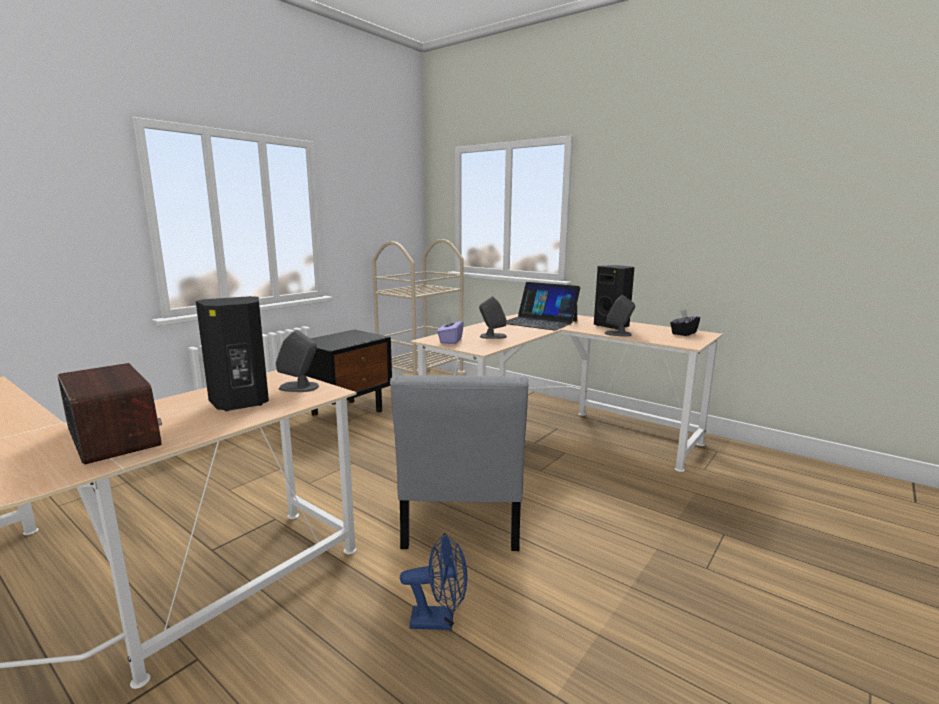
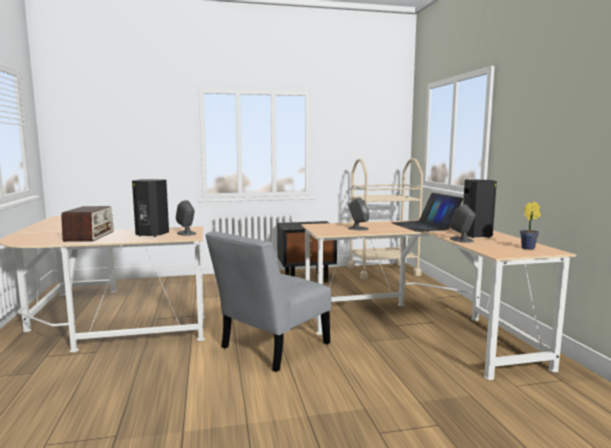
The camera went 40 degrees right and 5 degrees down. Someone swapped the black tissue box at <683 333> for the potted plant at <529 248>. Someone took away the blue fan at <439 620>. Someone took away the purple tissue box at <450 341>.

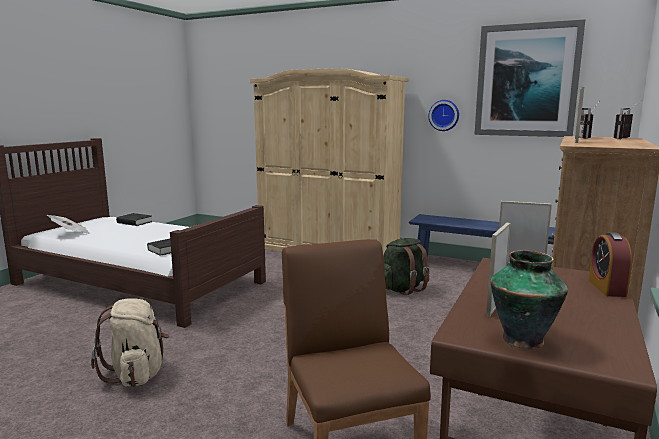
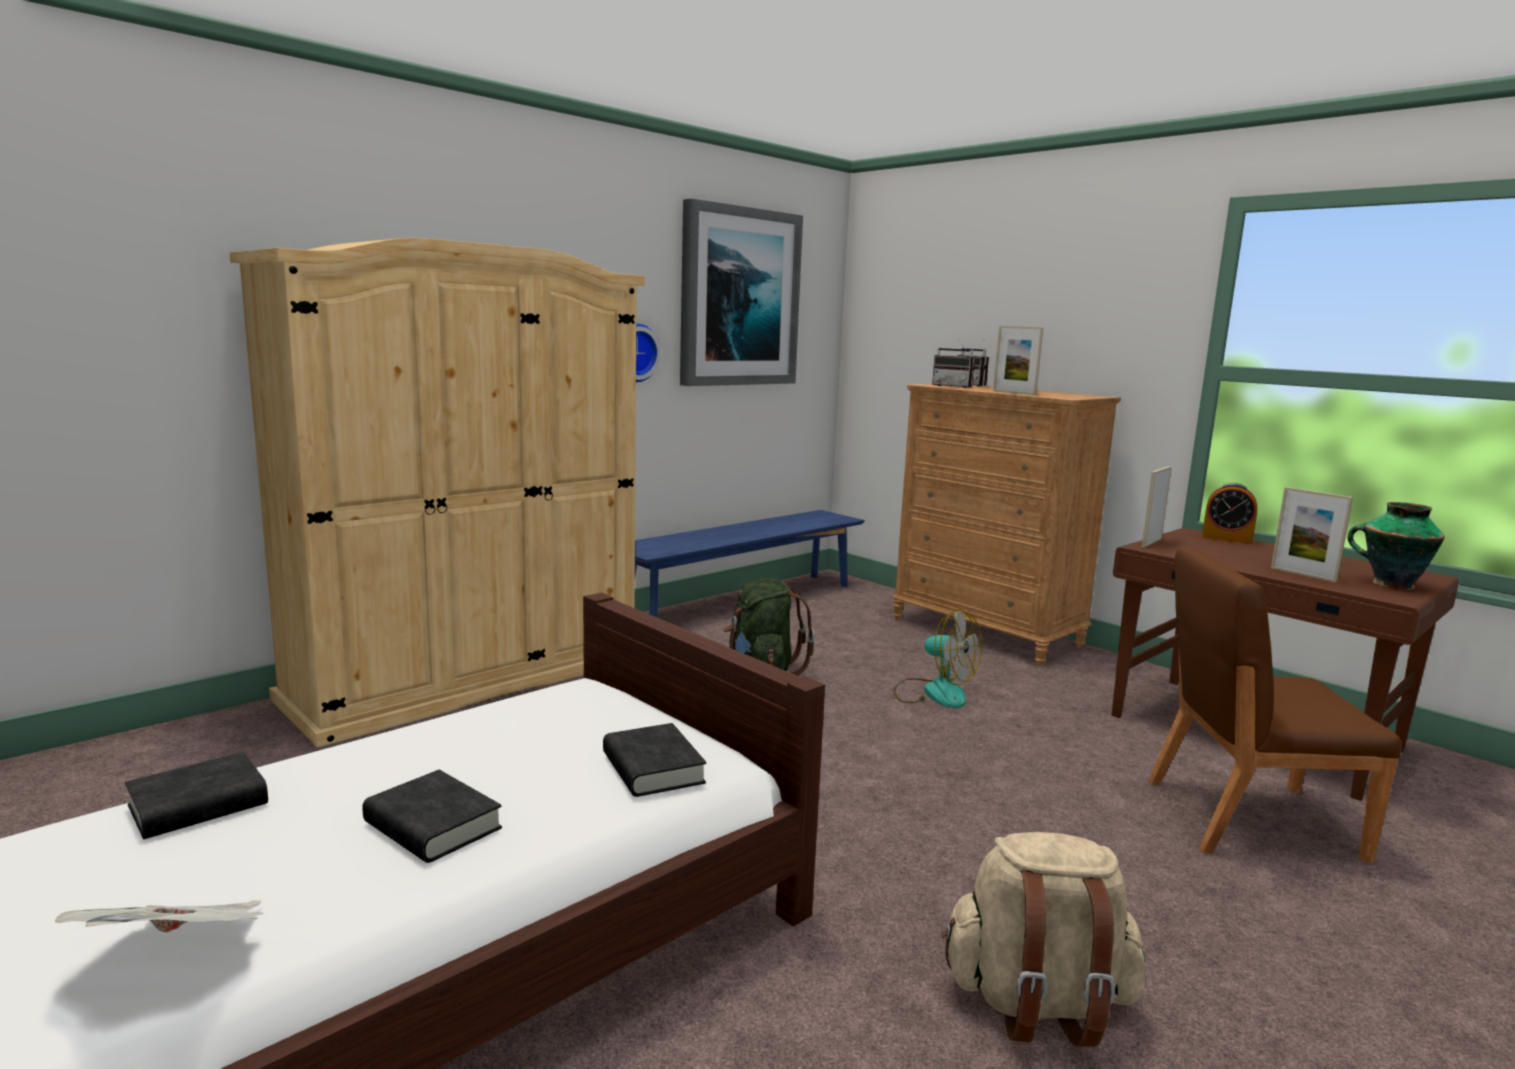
The camera went 70 degrees left and 0 degrees up. Someone put down the black book at <432 826>. Someone put down the fan at <934 692>.

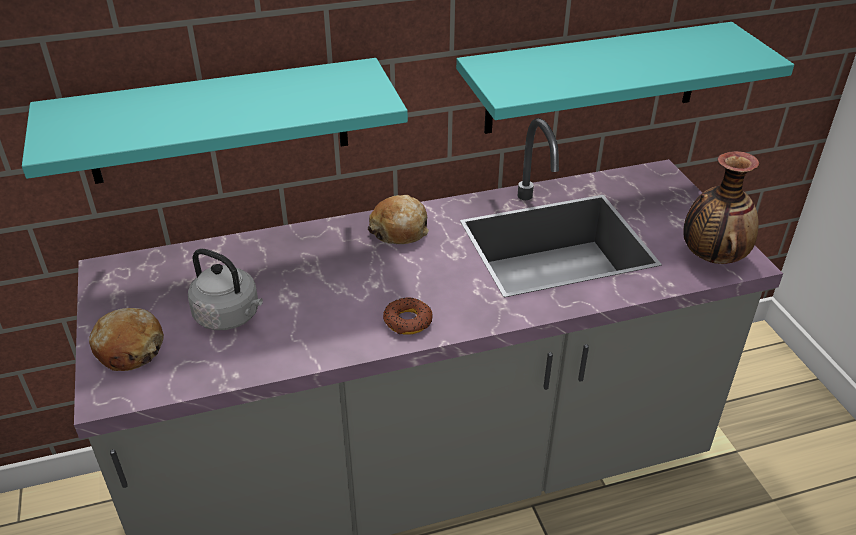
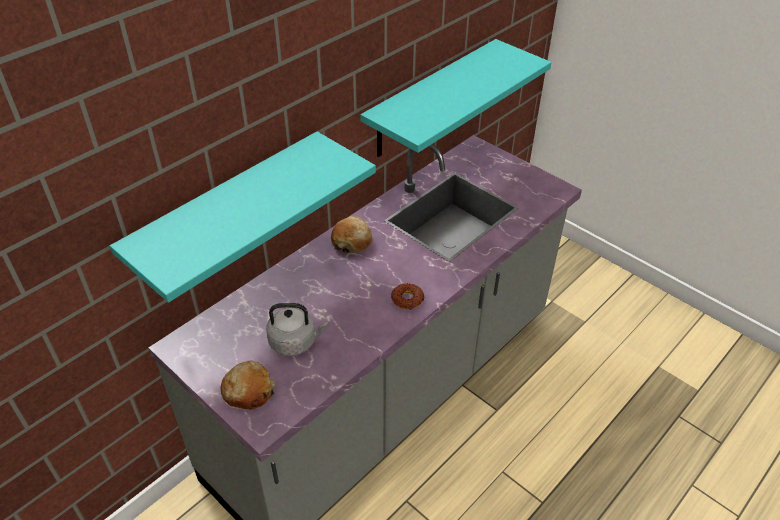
The camera went 30 degrees left and 5 degrees up. Someone took away the vase at <712 257>.

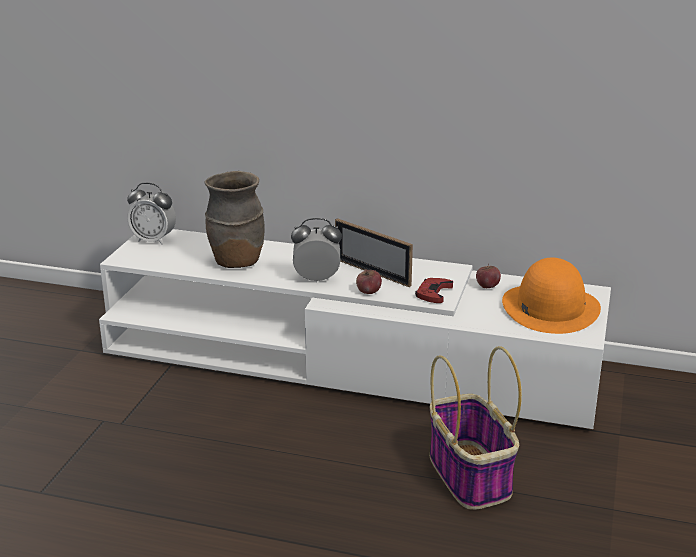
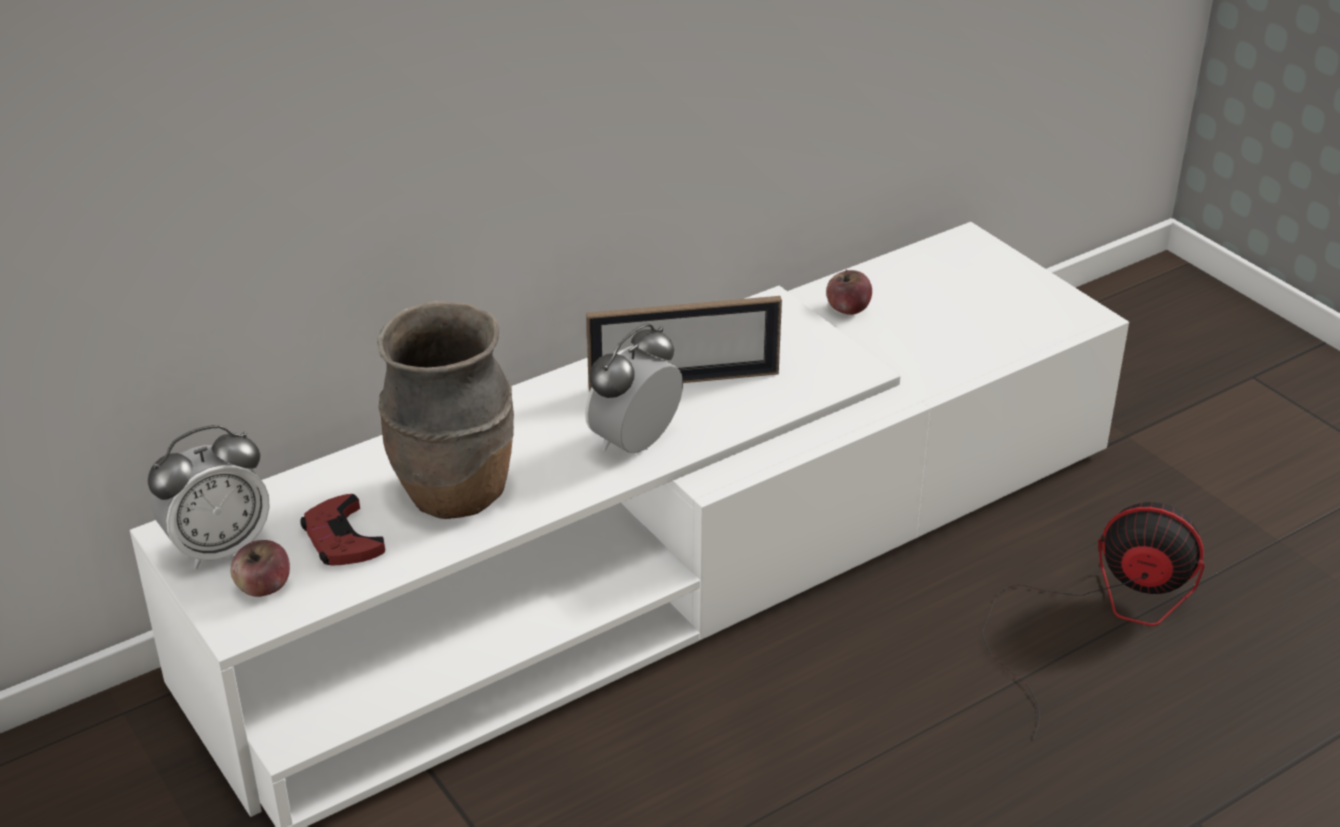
The camera went 50 degrees left and 10 degrees up. Someone carried the apple from <368 292> to <263 588>. Someone carried the red game controller from <433 293> to <342 539>. Someone swapped the basket at <470 476> for the fan at <1098 615>. Someone took away the orange hat at <550 307>.

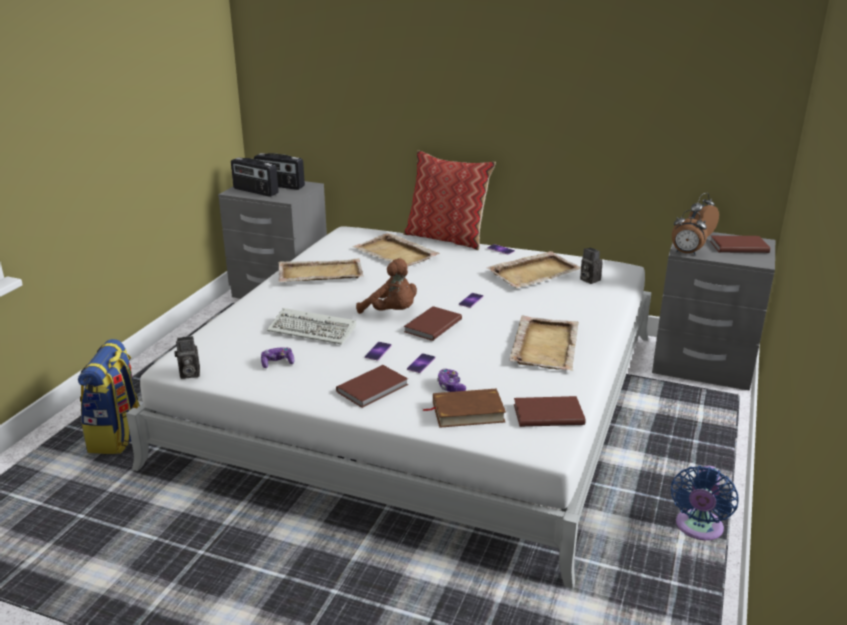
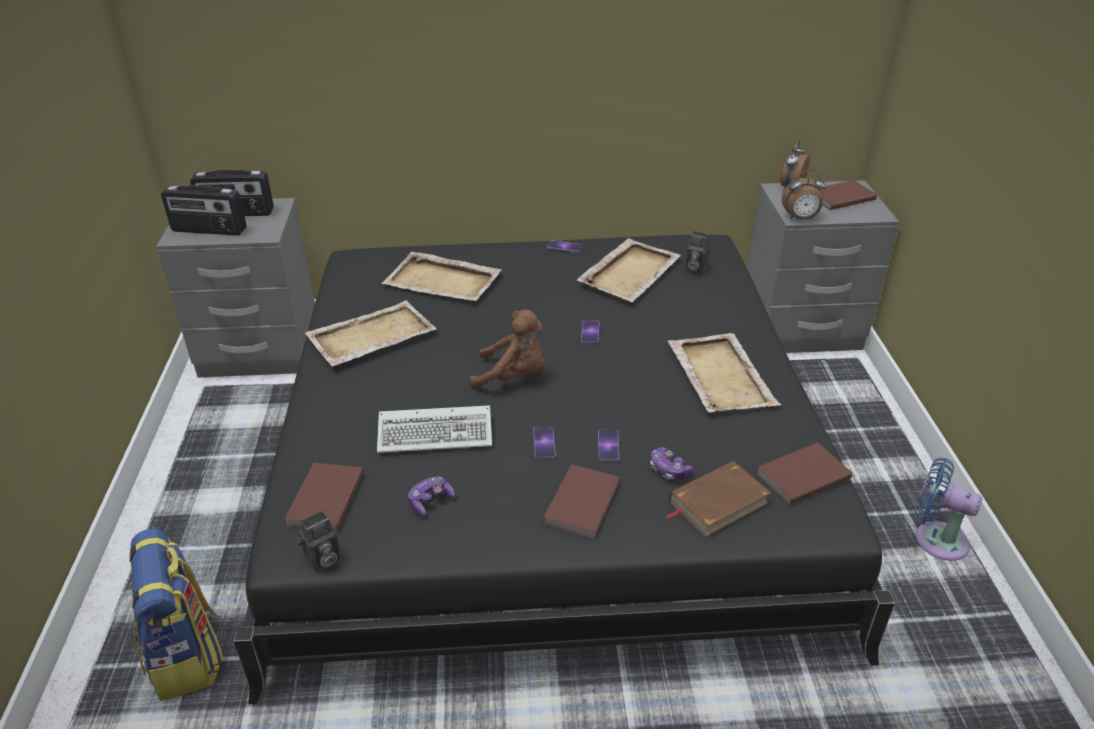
The camera went 25 degrees left and 10 degrees up. Someone repainted the white bed at <422 396>, which became the black bed at <546 459>. Someone carried the brown book from <431 325> to <323 499>. Someone rotated the blue fan at <698 529> by 120 degrees clockwise. Someone took away the pillow at <447 238>.

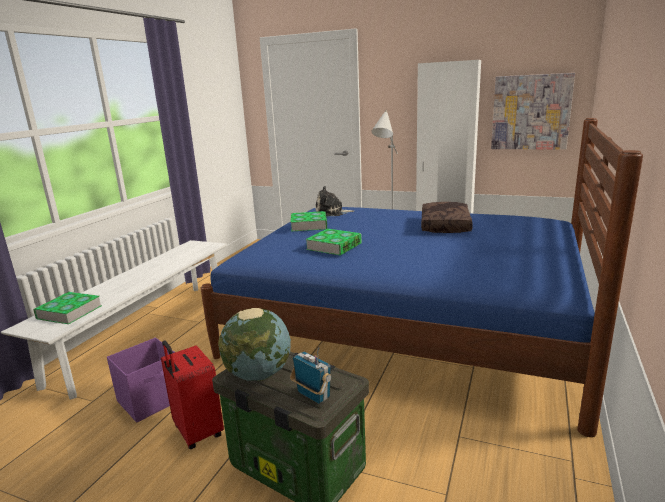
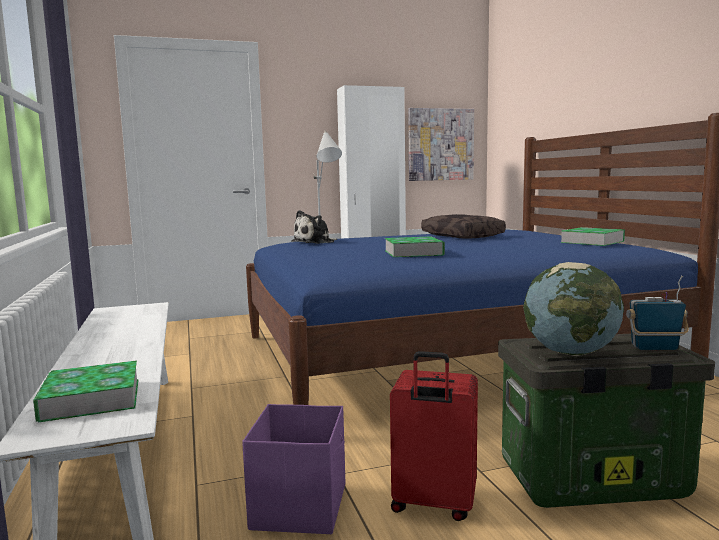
The camera went 40 degrees left and 10 degrees down. Someone carried the book from <309 225> to <592 242>.

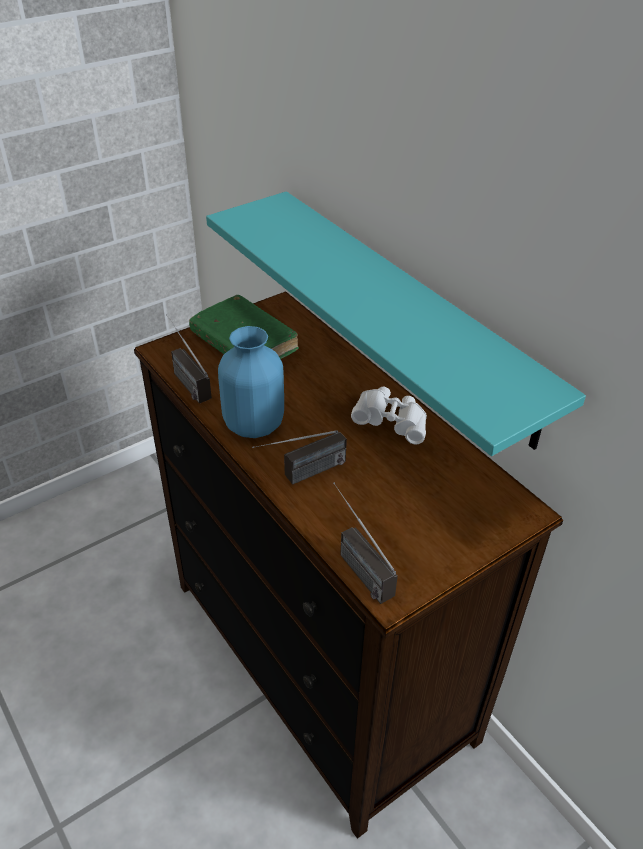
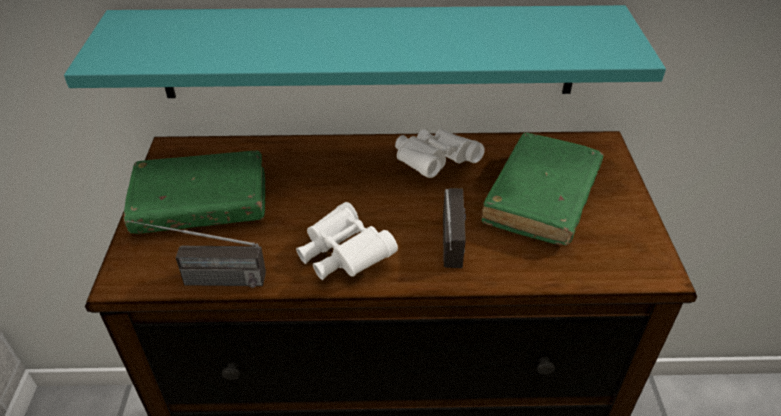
The camera went 55 degrees left and 0 degrees up. Someone swapped the blue vase at <253 424> for the white binoculars at <343 256>. Someone put down the green book at <541 198>. Someone took away the radio at <354 563>.

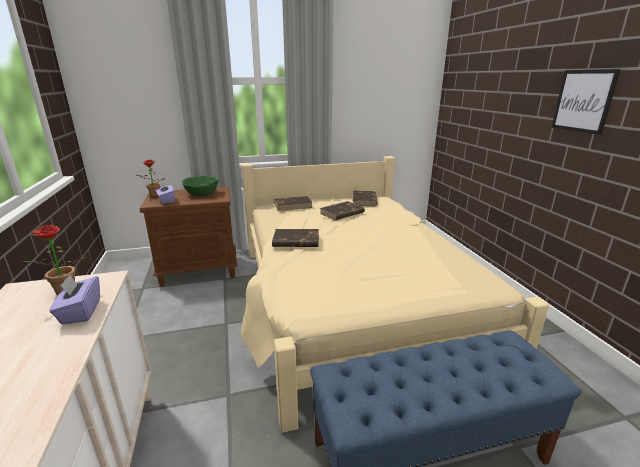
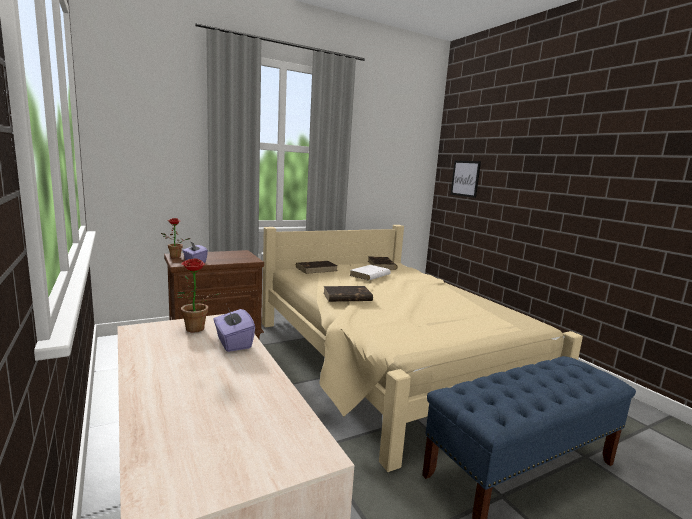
The camera went 15 degrees left and 10 degrees down. Someone repainted the brown book at <341 213>, which became the white book at <369 275>. Someone carried the picture from <583 101> to <465 178>. Someone took away the green bowl at <202 193>.

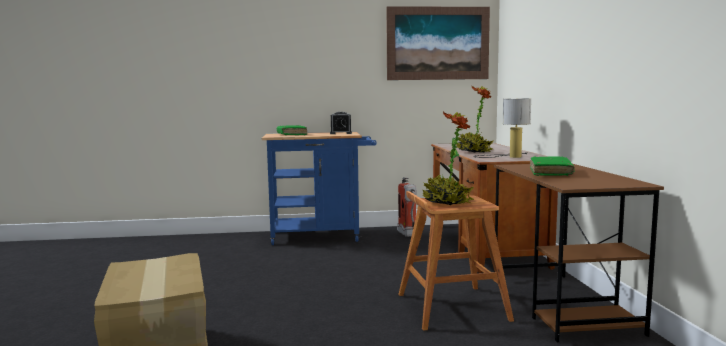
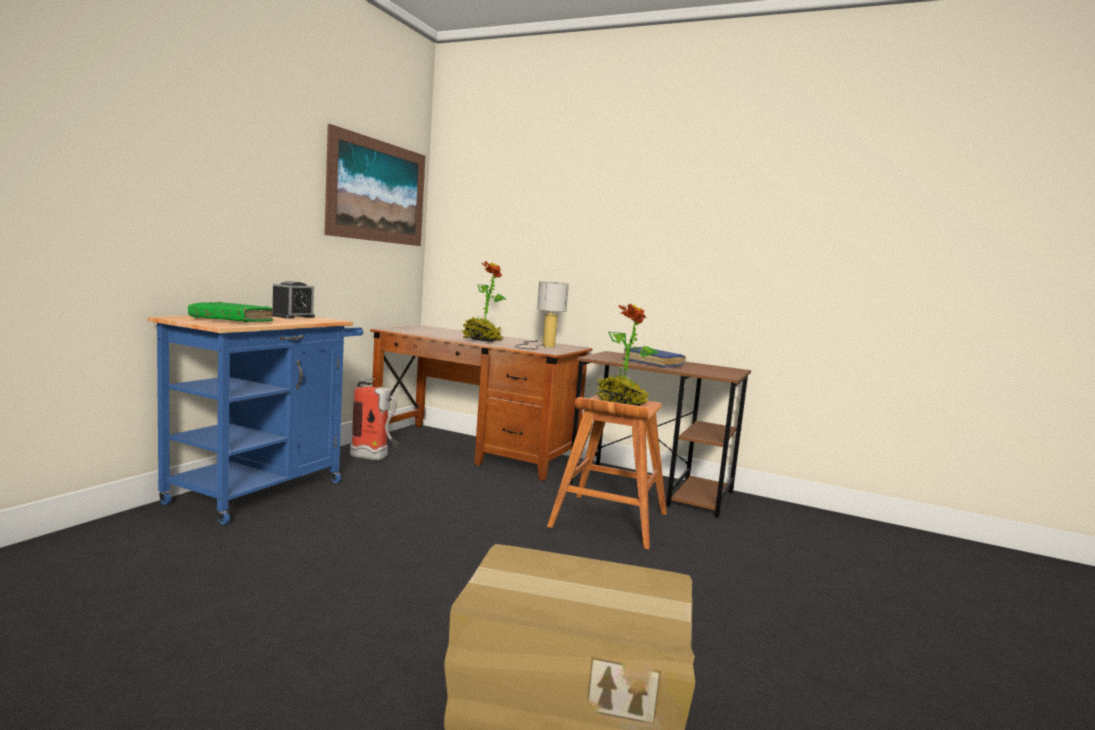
The camera went 60 degrees left and 0 degrees up. Someone repainted the green book at <550 172>, which became the blue book at <653 363>.

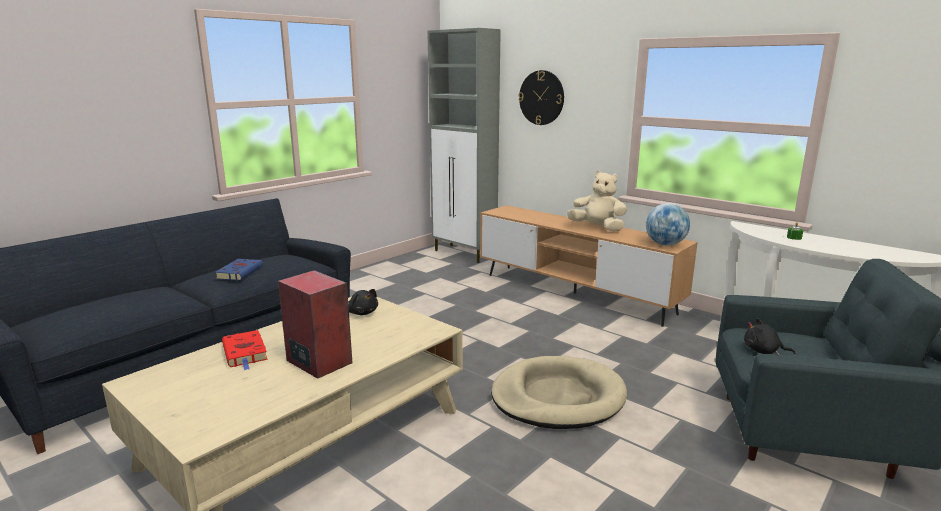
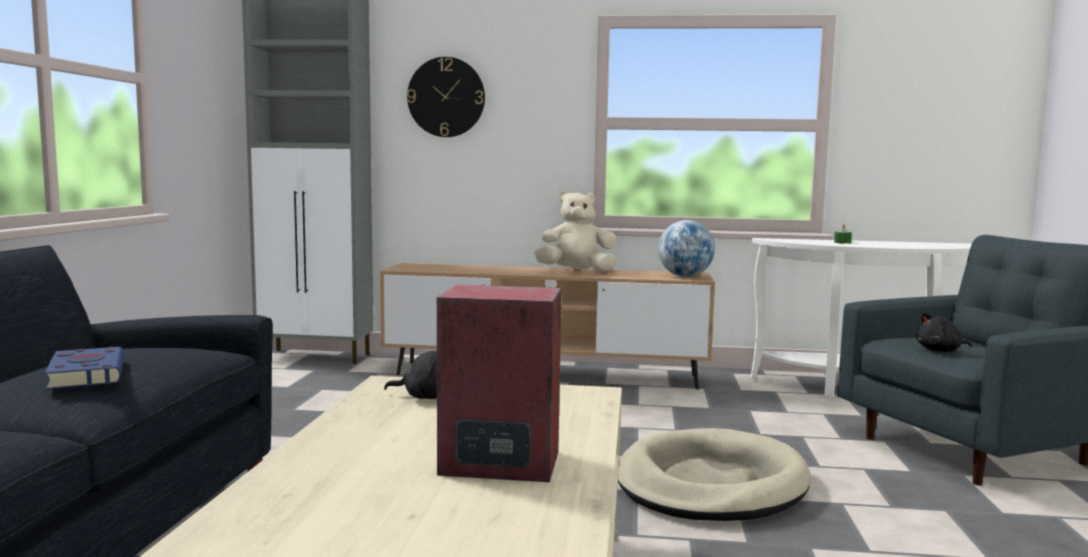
The camera went 35 degrees left and 10 degrees down. Someone took away the red book at <245 353>.

